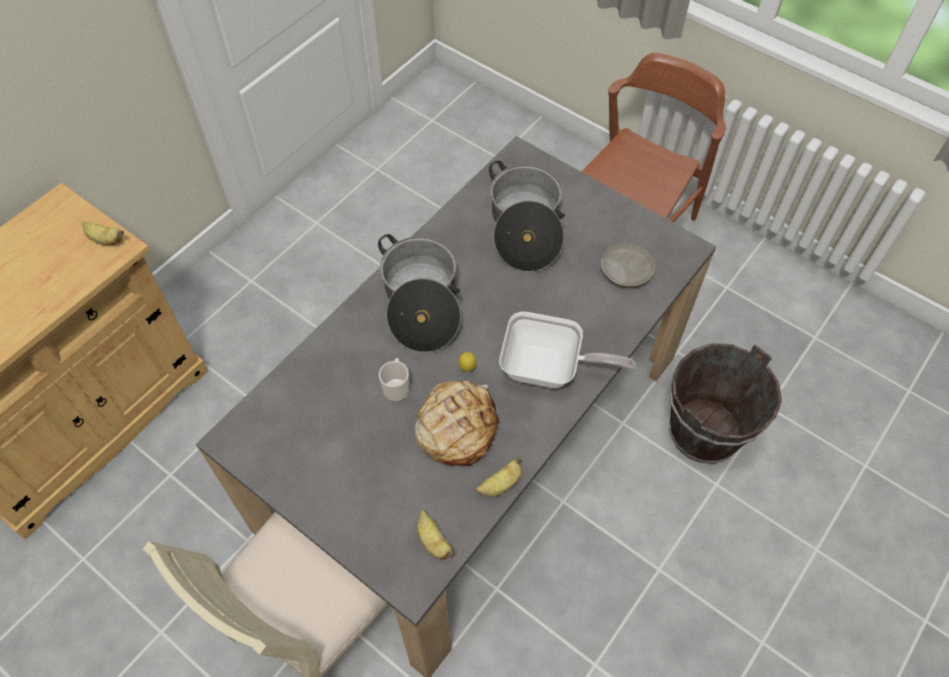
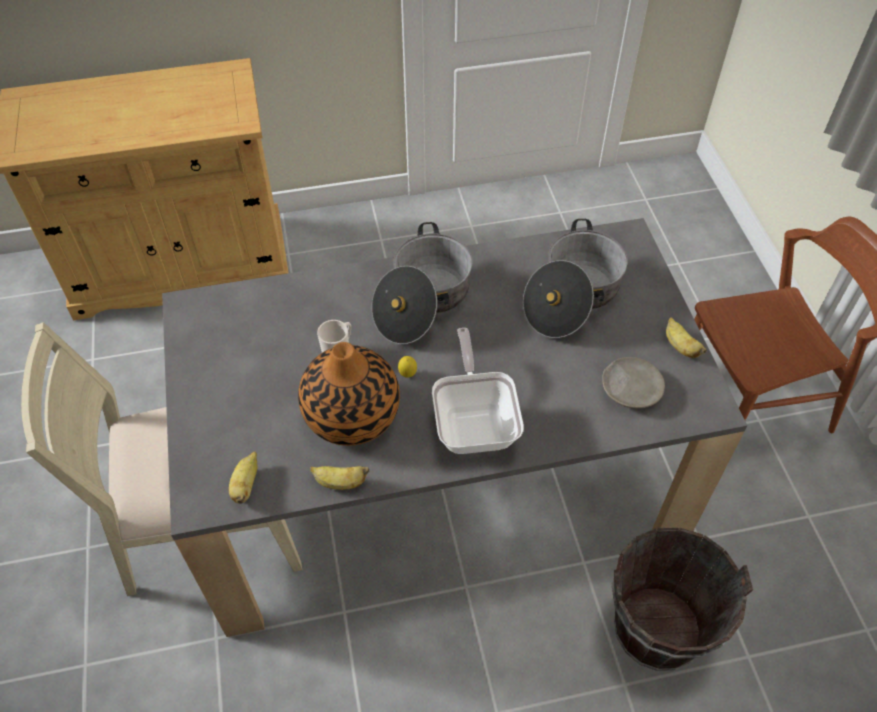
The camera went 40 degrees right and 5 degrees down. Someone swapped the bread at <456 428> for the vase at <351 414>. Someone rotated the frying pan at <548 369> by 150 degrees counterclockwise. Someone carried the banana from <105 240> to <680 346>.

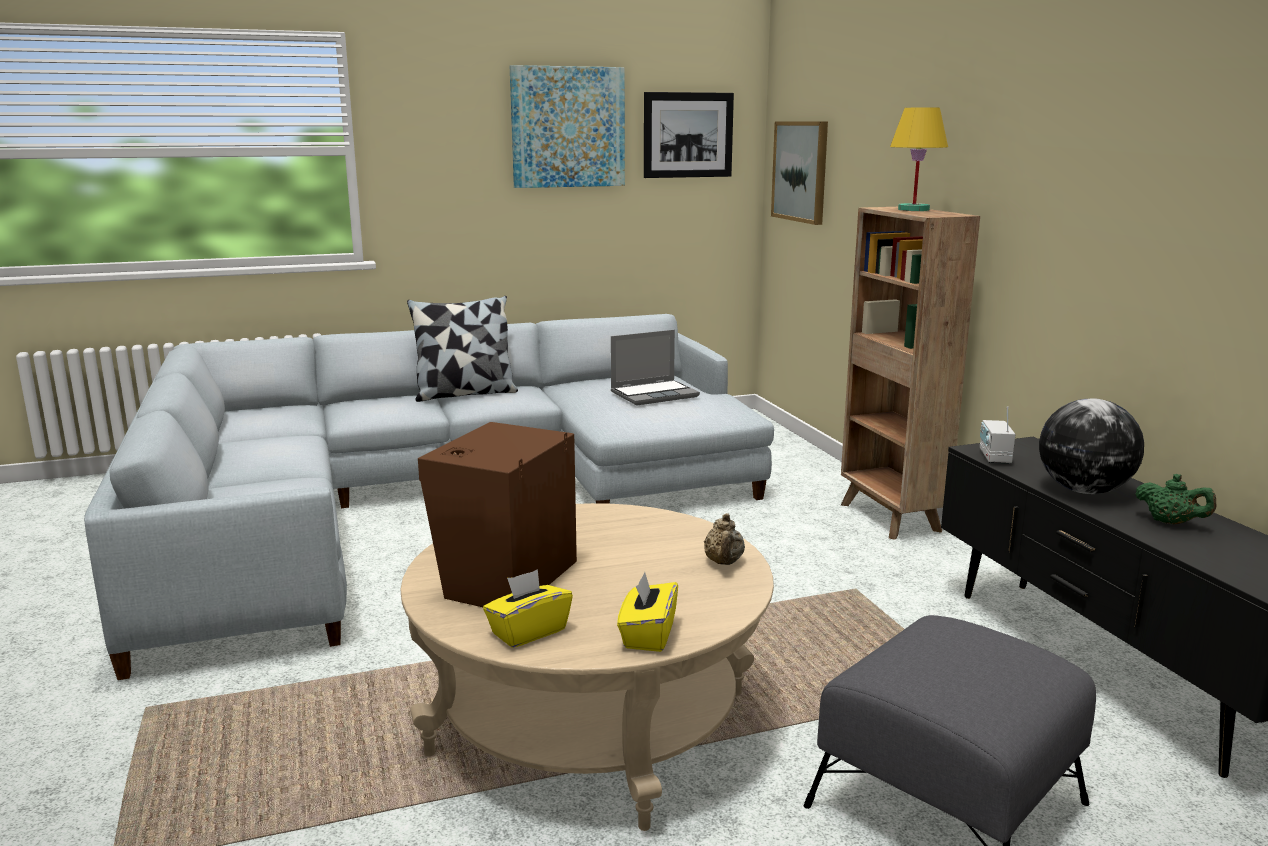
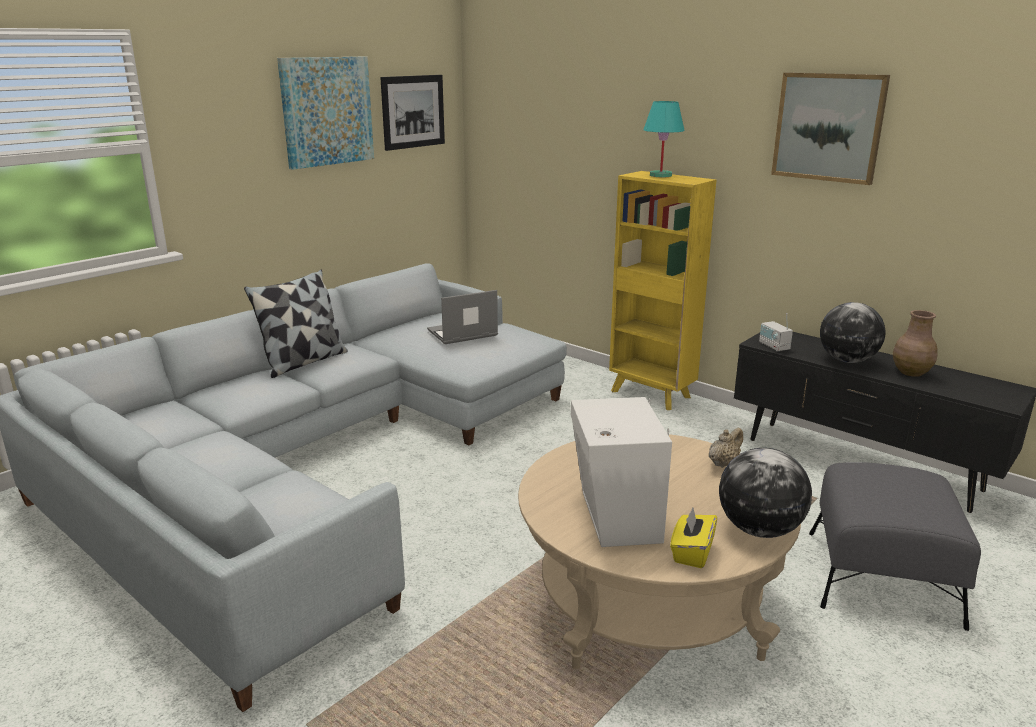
The camera went 30 degrees left and 5 degrees up. Someone rotated the laptop at <655 394> by 150 degrees counterclockwise. Someone repainted the brown speaker at <505 579>, which became the white speaker at <615 518>. Someone repainted the brown bookcase at <890 518>, which became the yellow bookcase at <651 395>. Someone repainted the yellow table lamp at <913 210>, which became the turquoise table lamp at <660 175>. Someone rotated the beige teapot at <724 563> by 105 degrees counterclockwise. Someone swapped the yellow tissue box at <648 635> for the globe at <760 530>. Someone carried the picture from <801 171> to <828 127>. Someone swapped the green teapot at <1171 522> for the brown vase at <911 372>.

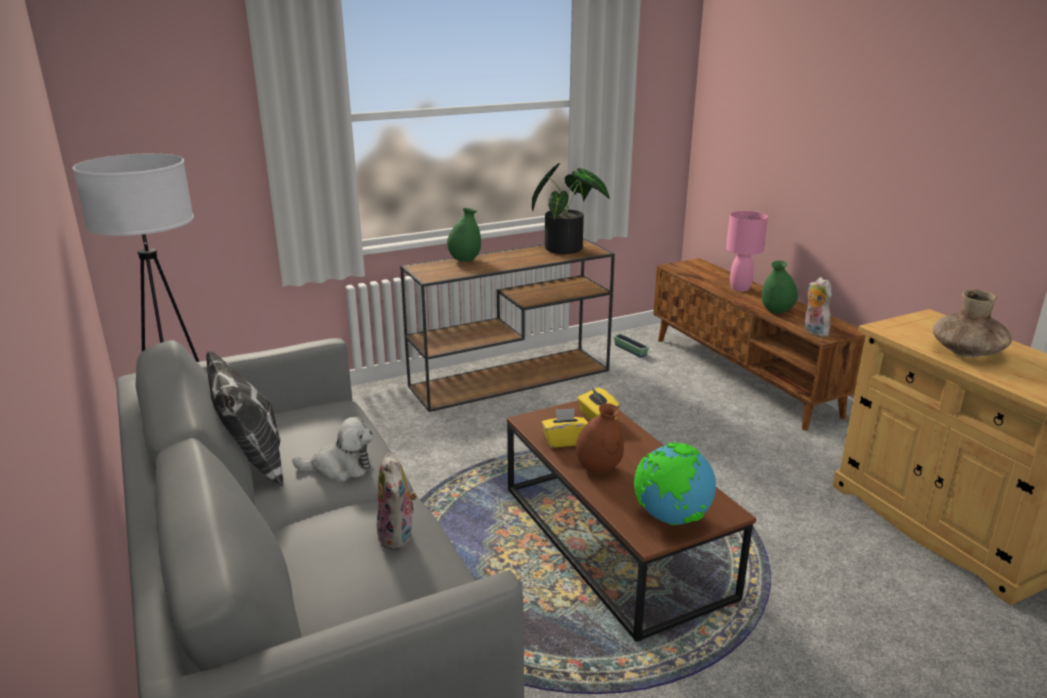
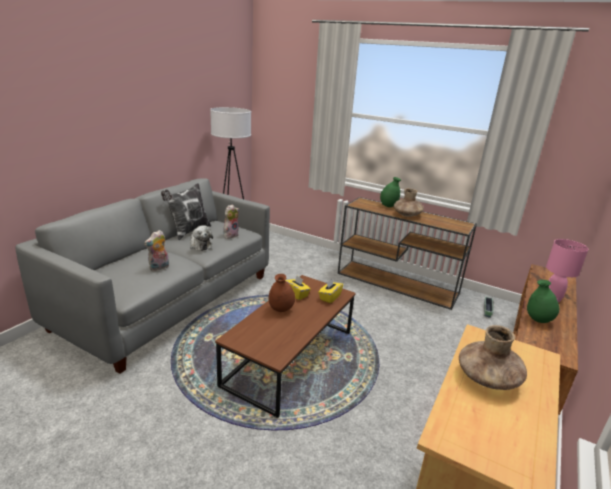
The camera went 55 degrees right and 0 degrees up. Someone carried the plush toy from <813 331> to <230 235>. Someone put down the brown vase at <407 215>. Someone took away the potted plant at <567 248>. Someone took away the globe at <671 518>.

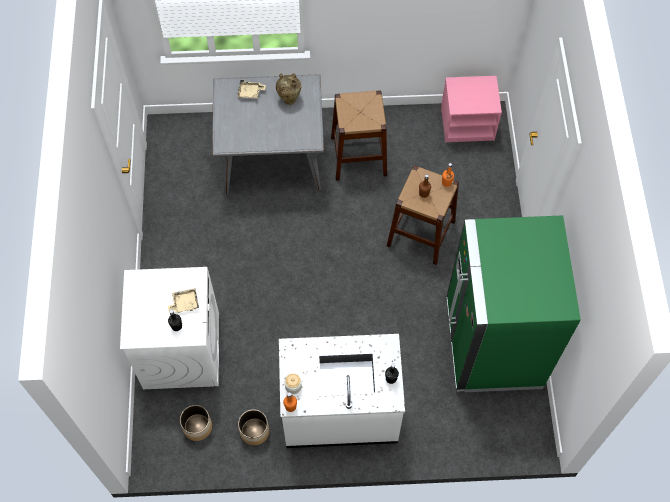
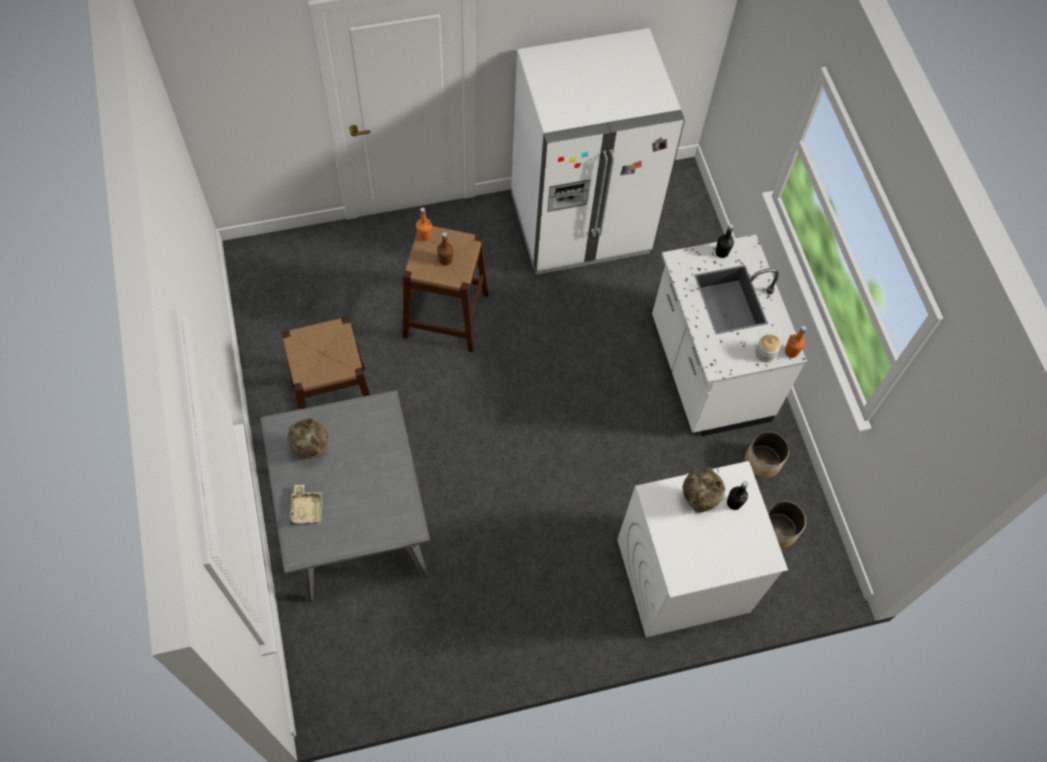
The camera went 105 degrees left and 0 degrees up. Someone repainted the green fridge at <492 344>, which became the white fridge at <580 224>. Someone swapped the beige tray at <184 303> for the beige vase at <698 501>. Someone took away the pink nightstand at <468 123>.

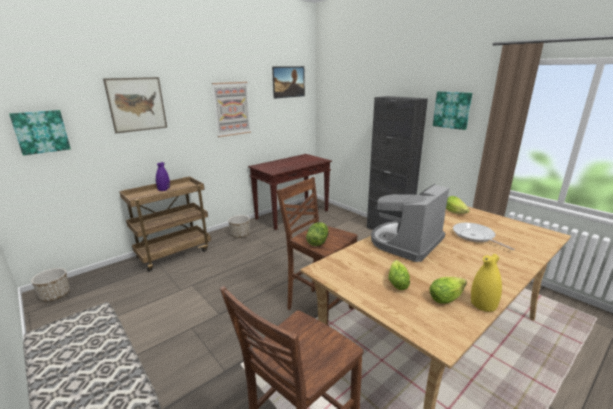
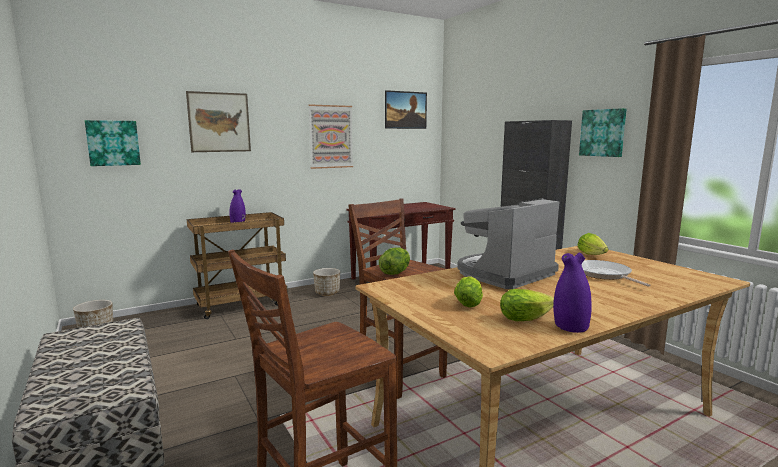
The camera went 10 degrees right and 10 degrees down. Someone repainted the yellow vase at <482 305>, which became the purple vase at <570 327>.

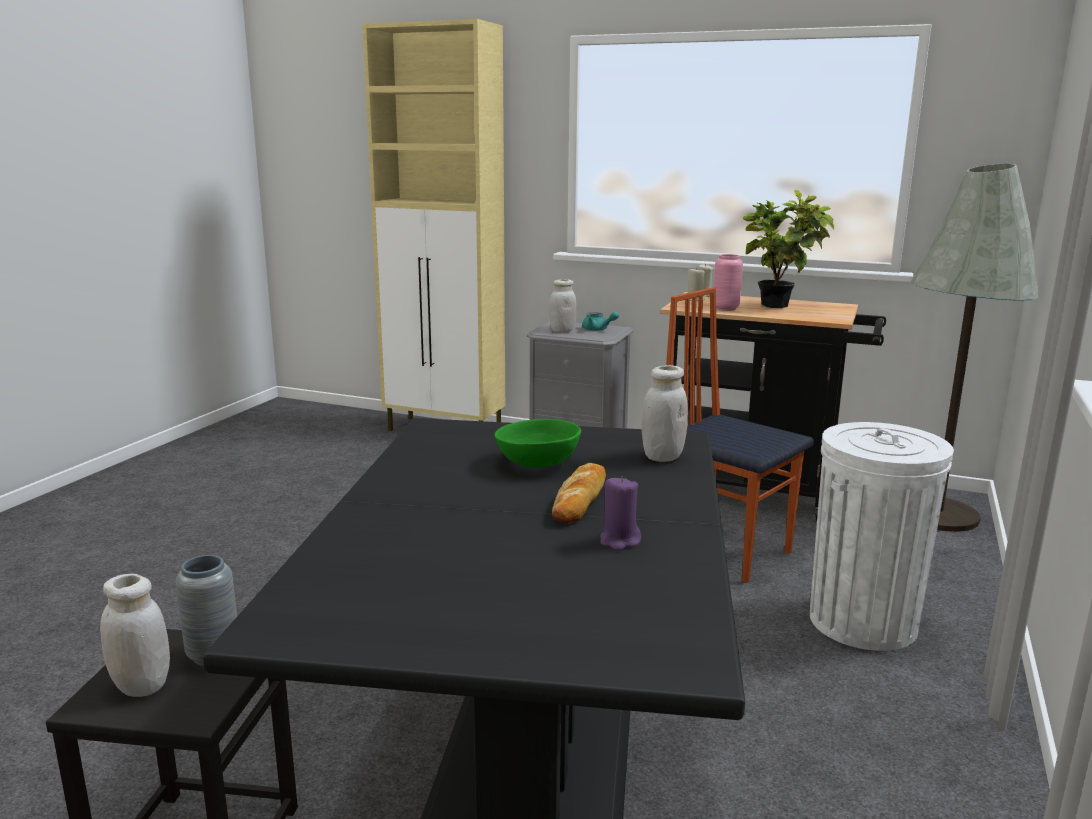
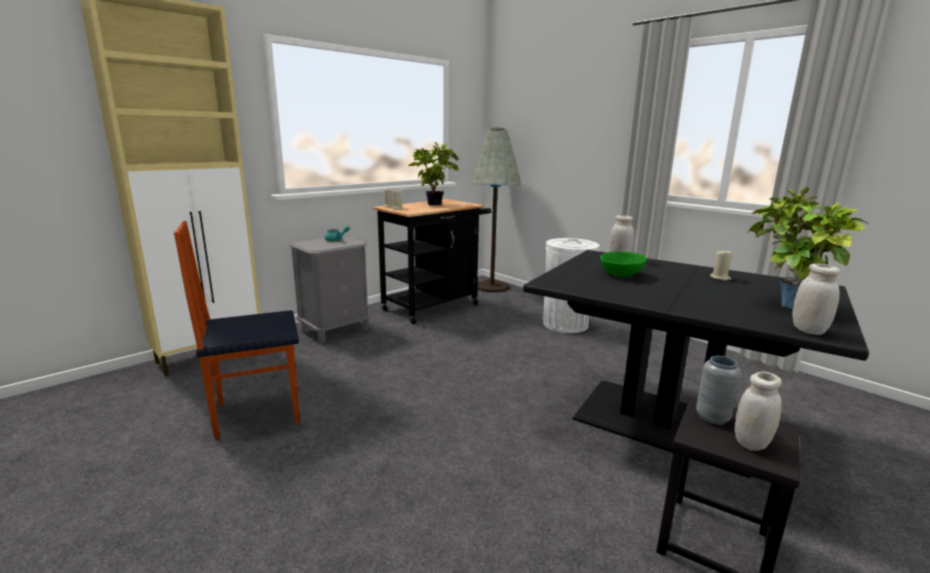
The camera went 65 degrees left and 0 degrees up. Someone carried the chair from <725 550> to <257 412>. Someone repainted the purple candle at <619 541>, which became the beige candle at <720 278>. Someone put down the potted plant at <786 305>. Someone carried the white jar from <562 331> to <808 330>. Someone took away the bread at <580 499>. Someone took away the pink vase at <725 308>.

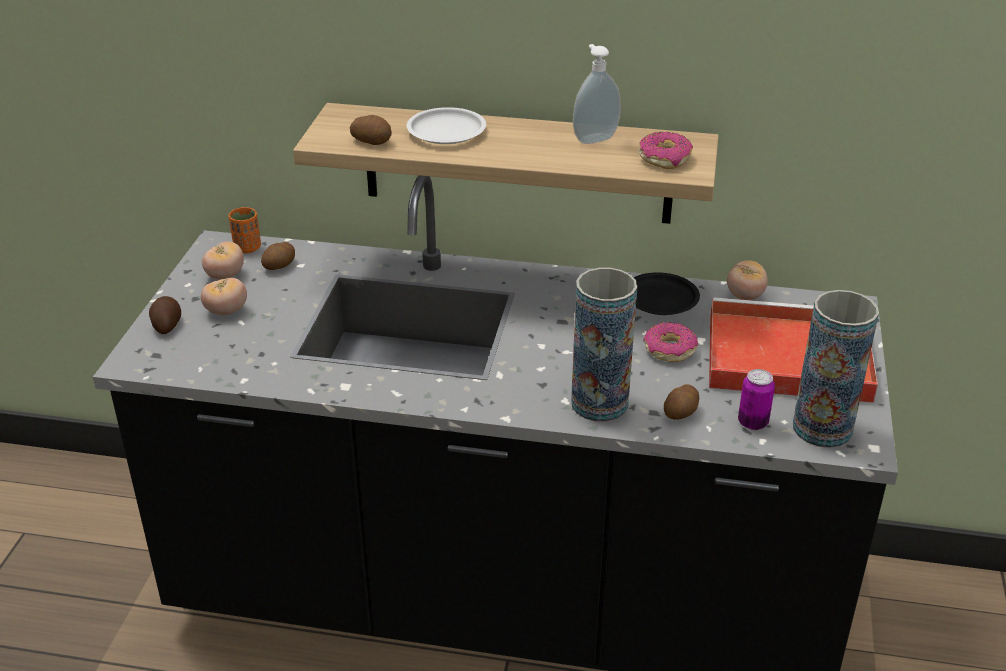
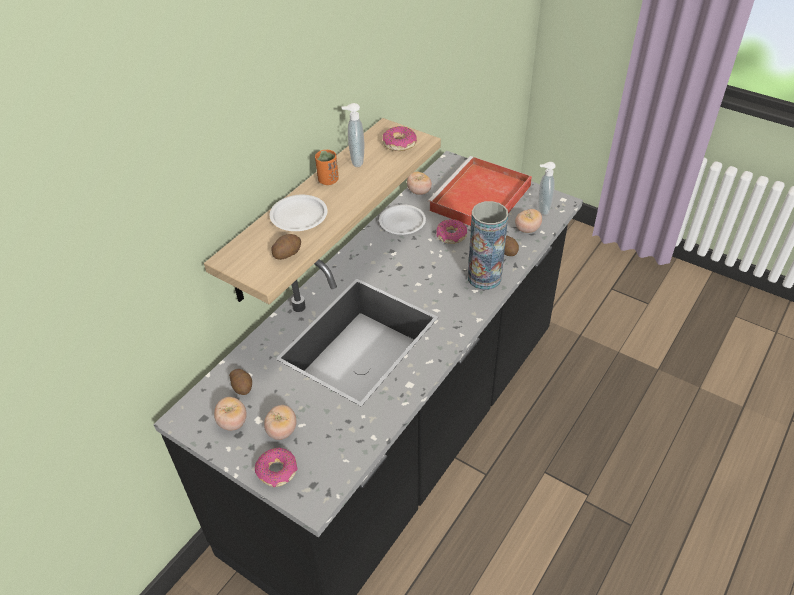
The camera went 65 degrees left and 10 degrees up. Someone swapped the potato at <166 325> for the donut at <277 471>. Someone carried the orange cup from <247 248> to <328 180>. Someone repainted the black plate at <661 299>, which became the white plate at <402 222>. Someone swapped the can at <752 422> for the tomato at <527 229>. Someone swapped the vase at <822 428> for the soap dispenser at <542 209>.

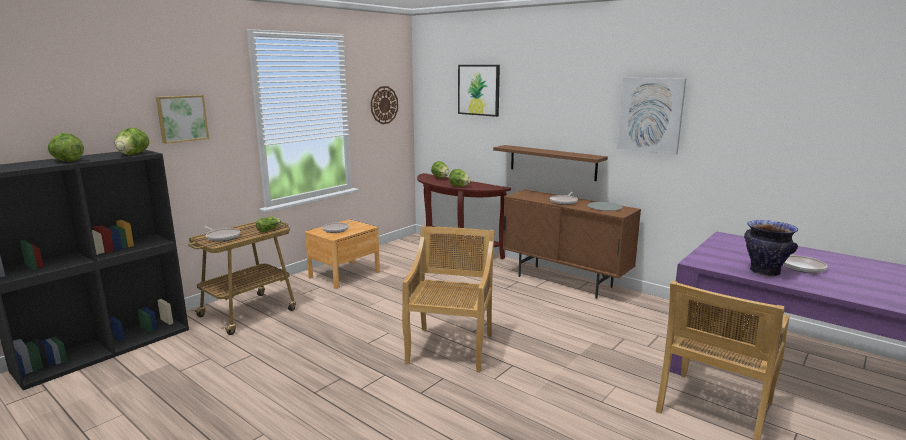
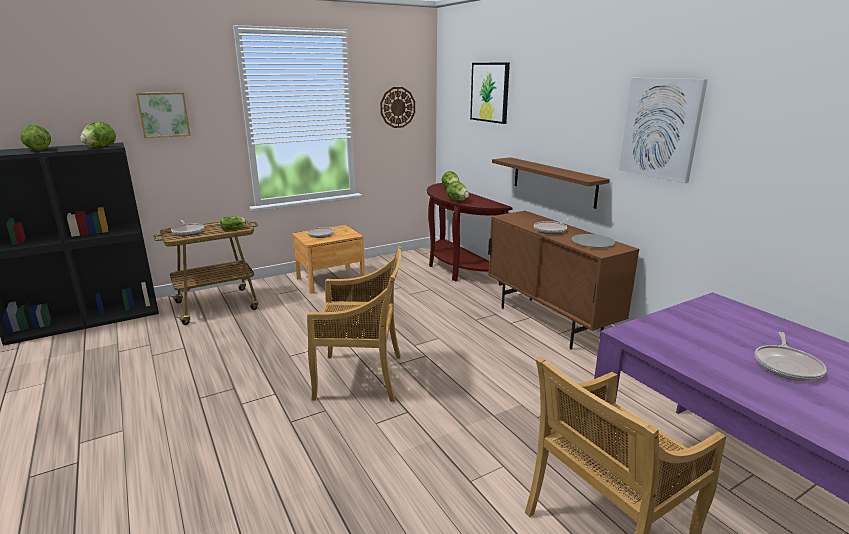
The camera went 20 degrees right and 5 degrees up. Someone rotated the beige chair at <450 348> by 60 degrees clockwise. Someone took away the vase at <765 272>.

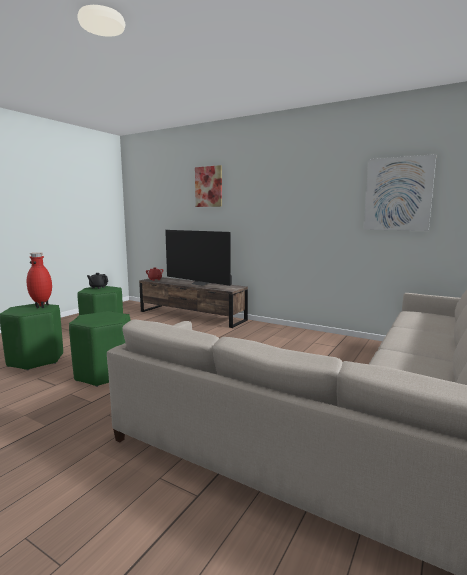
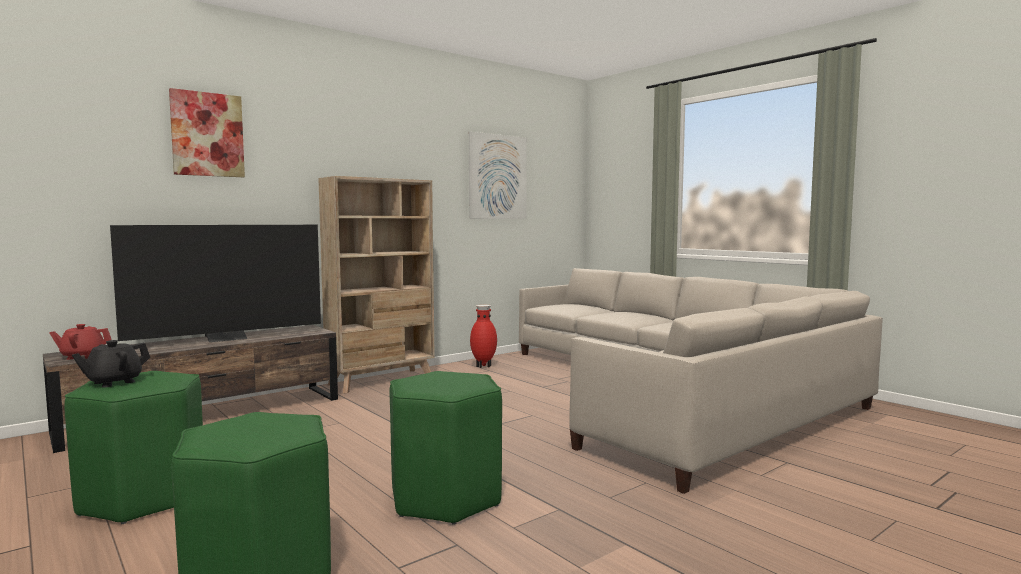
The camera went 70 degrees left and 5 degrees down. Someone put down the beige bookcase at <382 381>. Someone carried the red vase from <42 306> to <483 366>.

